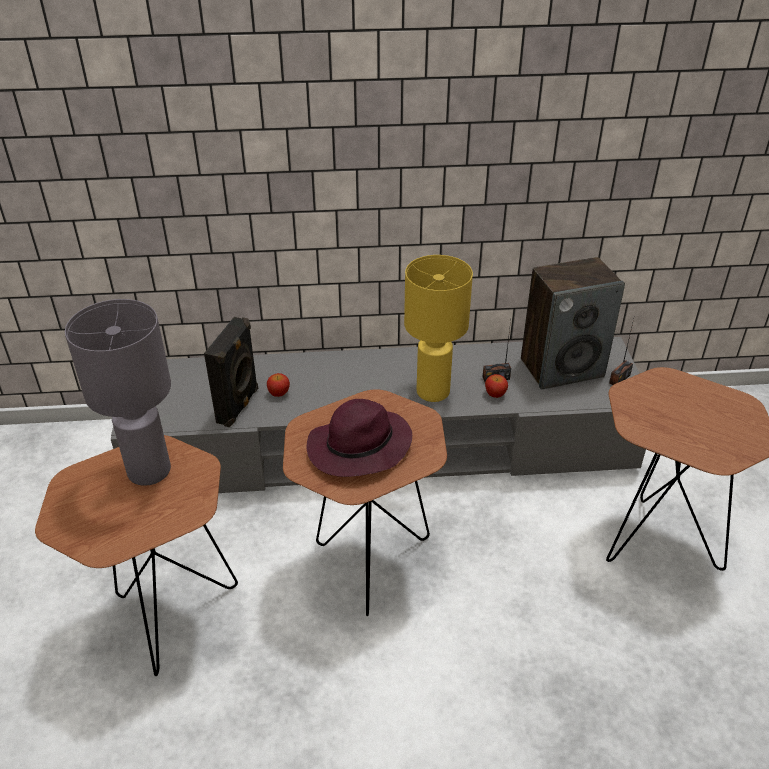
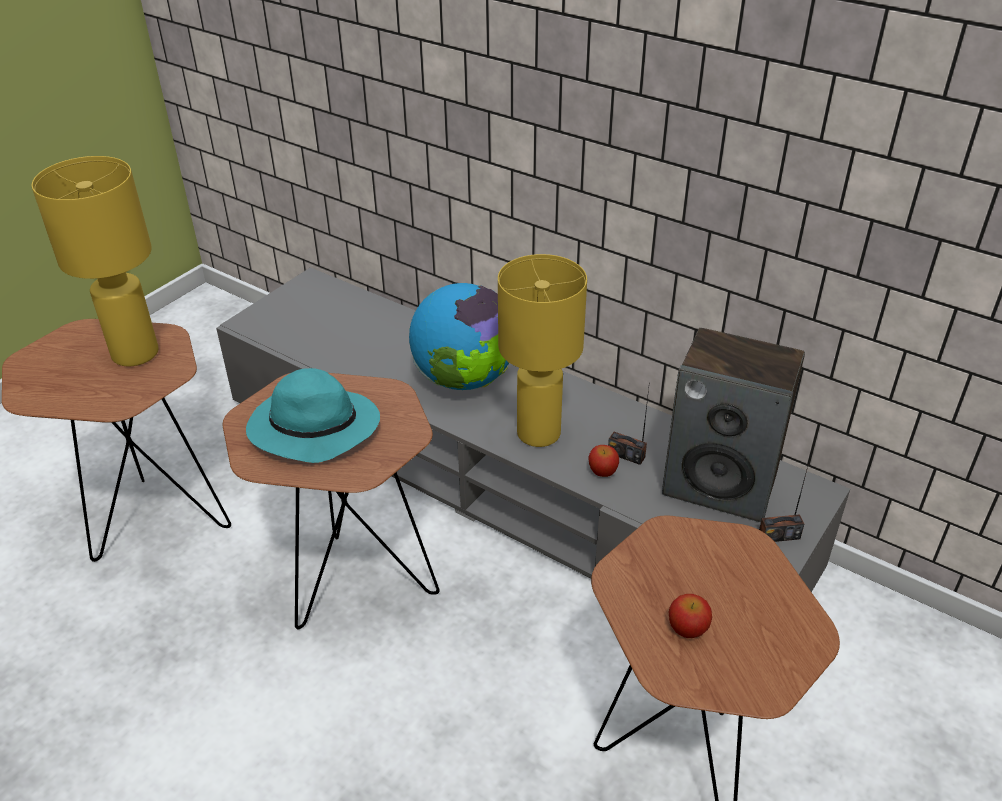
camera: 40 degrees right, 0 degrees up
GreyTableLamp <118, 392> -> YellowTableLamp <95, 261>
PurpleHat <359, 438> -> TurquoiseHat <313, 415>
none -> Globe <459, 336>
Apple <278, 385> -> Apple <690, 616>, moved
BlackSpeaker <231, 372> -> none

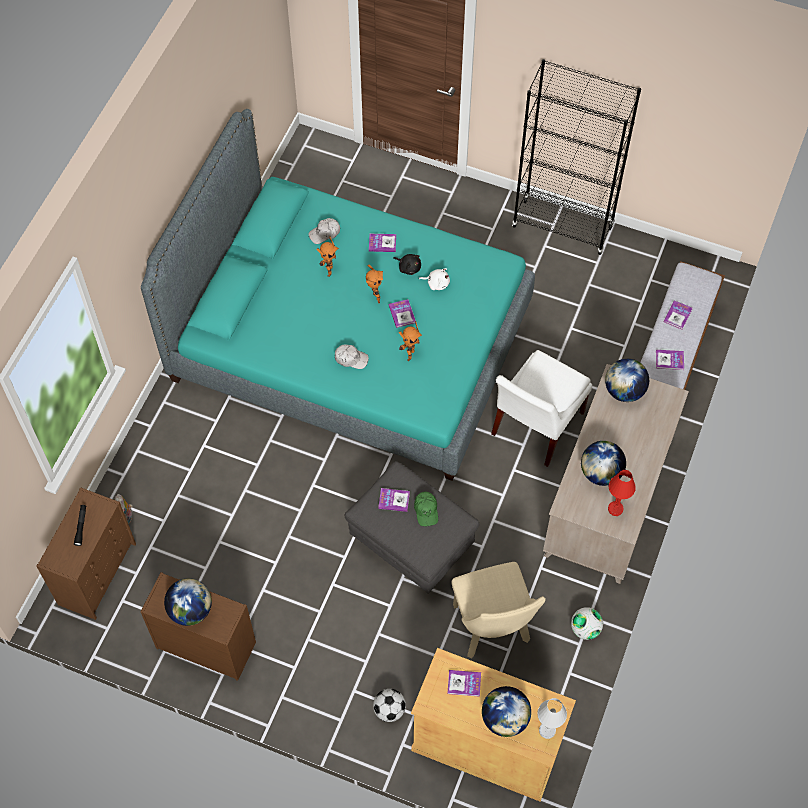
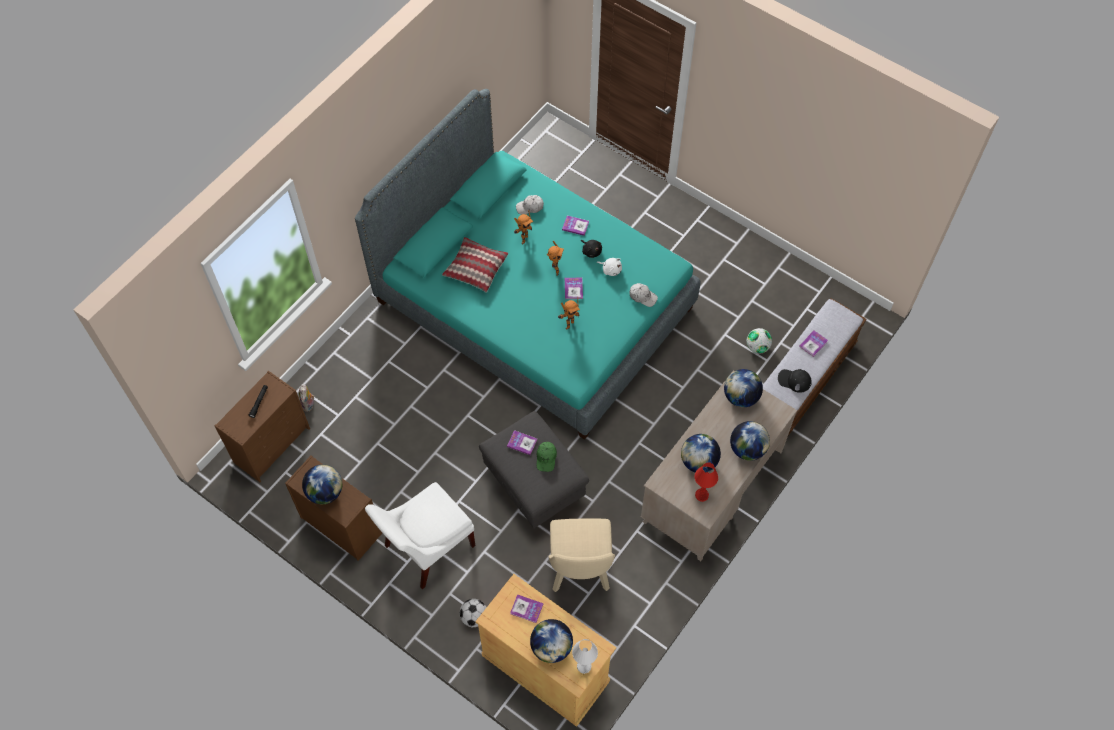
camera: 15 degrees right, 0 degrees up
WhiteChair <541, 408> -> WhiteChair <420, 535>, moved
none -> Pillow <475, 265>
WhiteCap <352, 356> -> WhiteCap <643, 295>, moved
none -> Globe <750, 441>
Football <587, 623> -> Football <759, 341>, moved
Book <670, 360> -> BlackCap <795, 381>
BlackBookcase <576, 157> -> none

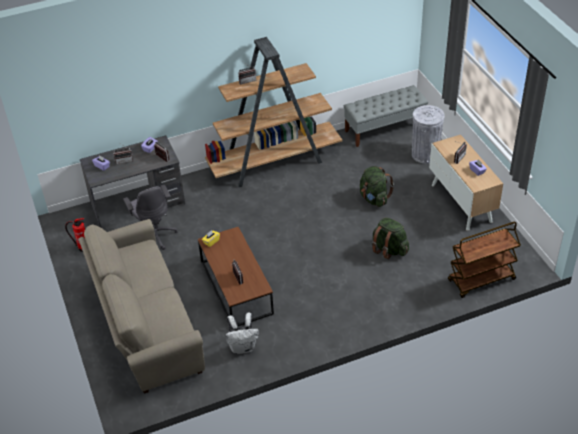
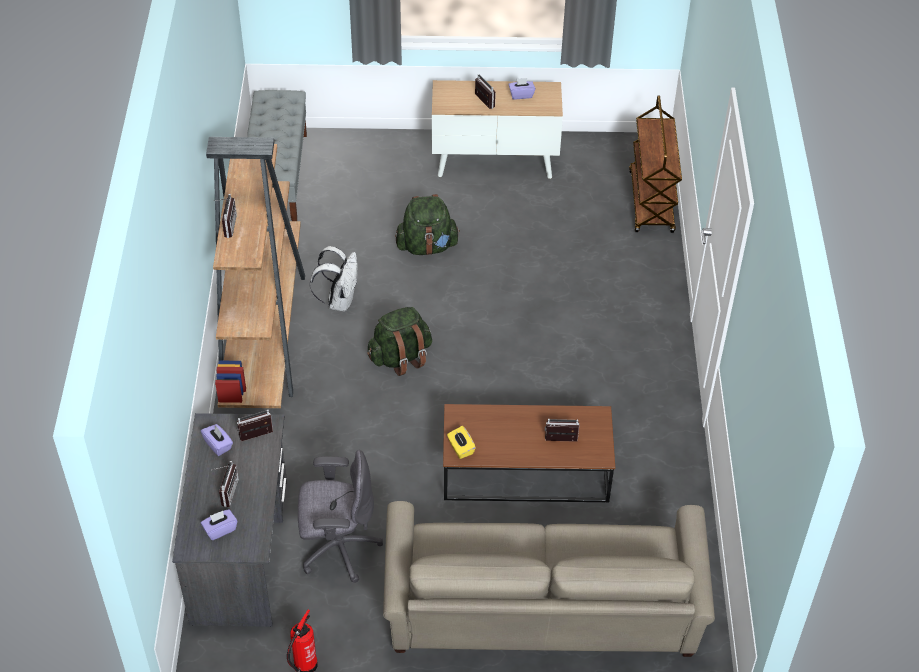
camera: 70 degrees left, 5 degrees up
WhiteBackpack <242, 333> -> WhiteBackpack <334, 279>, moved
GreenBackpack <390, 238> -> GreenBackpack <399, 341>, moved
GreyTrashCan <428, 134> -> none

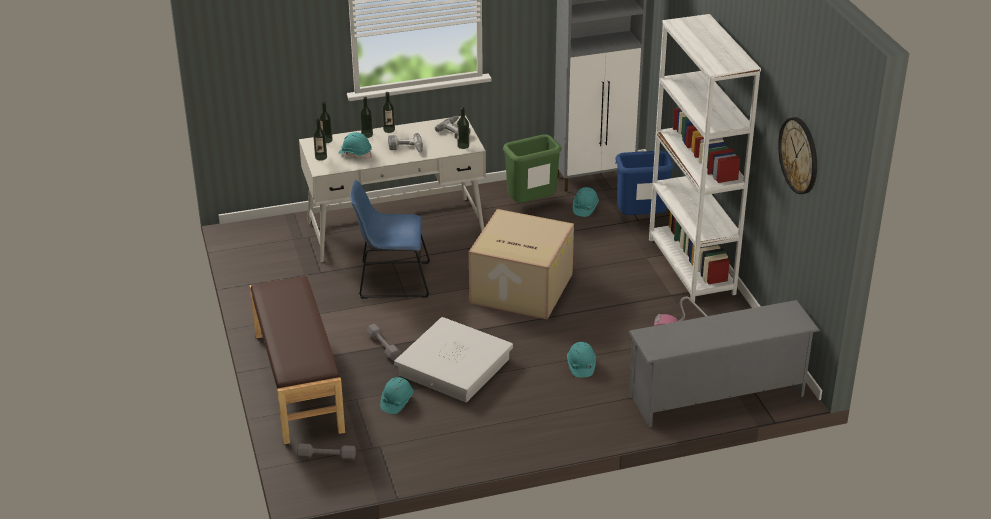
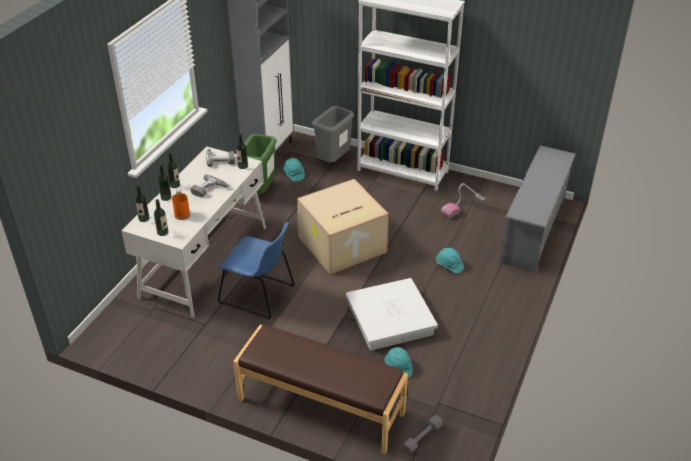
camera: 50 degrees left, 5 degrees up
TurquoiseHardHat <355, 145> -> OrangeBottle <181, 204>
BlueChair <390, 239> -> BlueChair <256, 271>, 105 degrees counterclockwise
BlueTrashCan <644, 183> -> GreyTrashCan <333, 134>
GreyDumbbell <383, 342> -> none
WallClock <797, 155> -> none

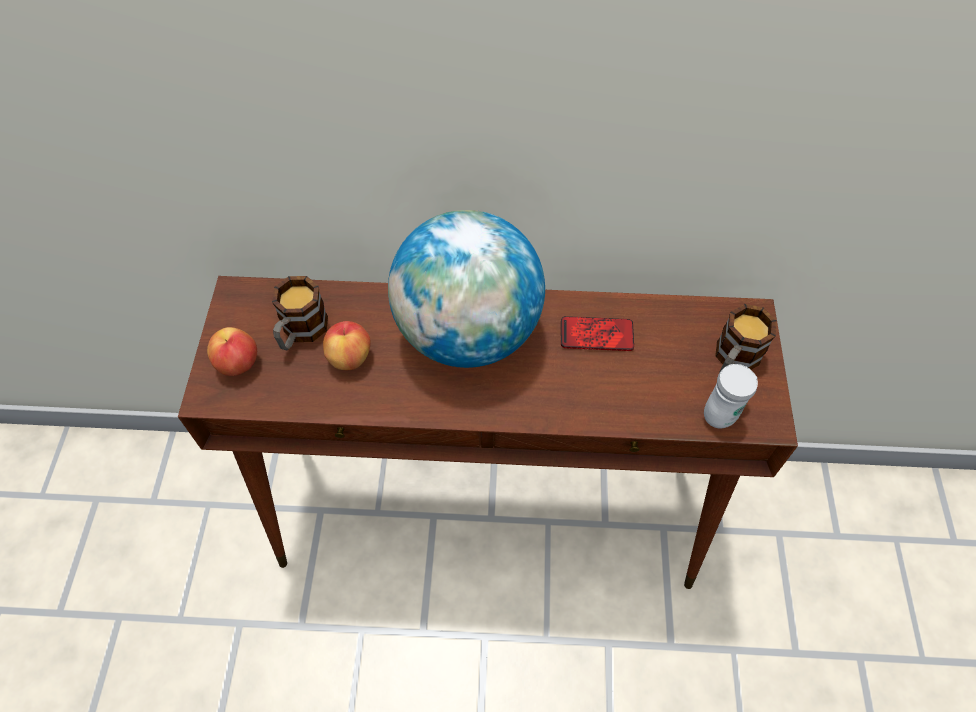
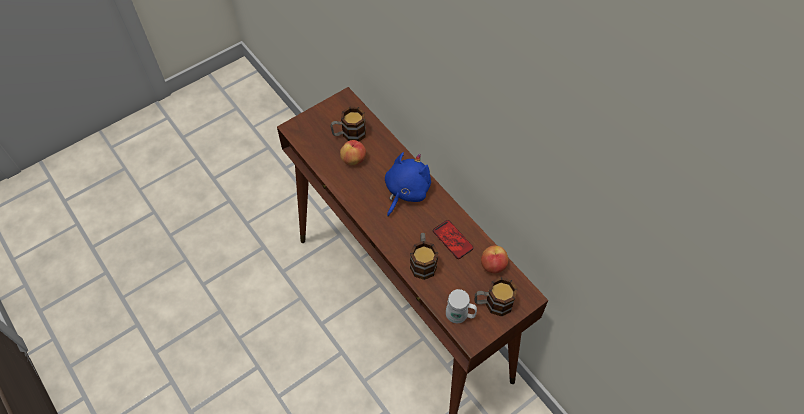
camera: 50 degrees right, 0 degrees up
Globe <466, 289> -> BluePlushToy <408, 184>
none -> Mug <424, 256>
Apple <232, 351> -> Apple <494, 260>, moved

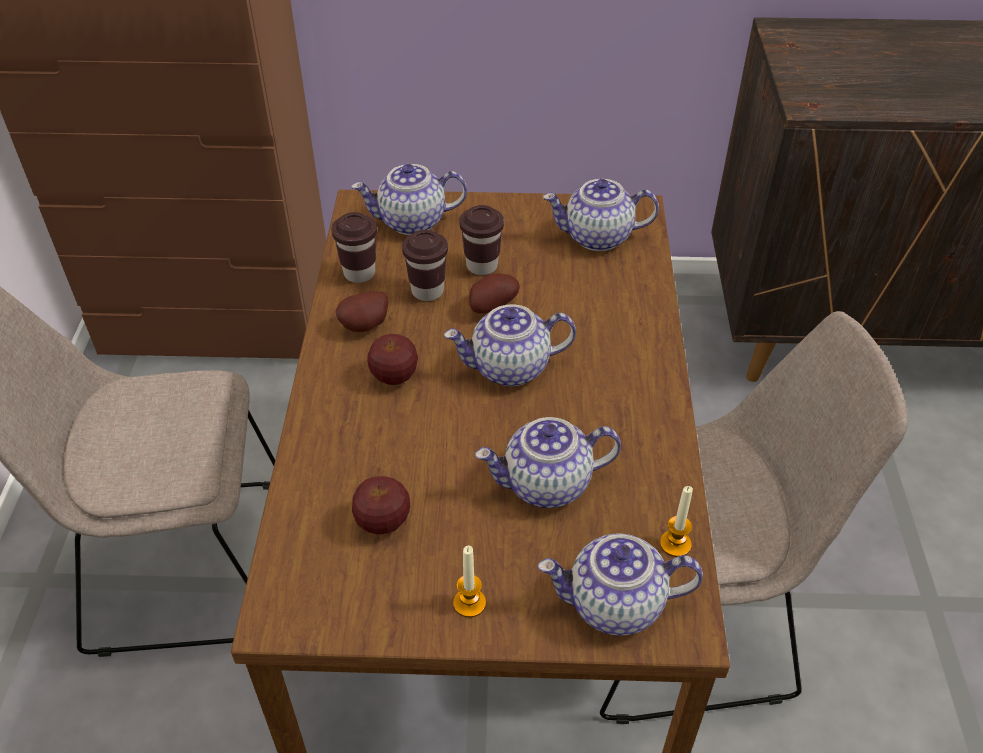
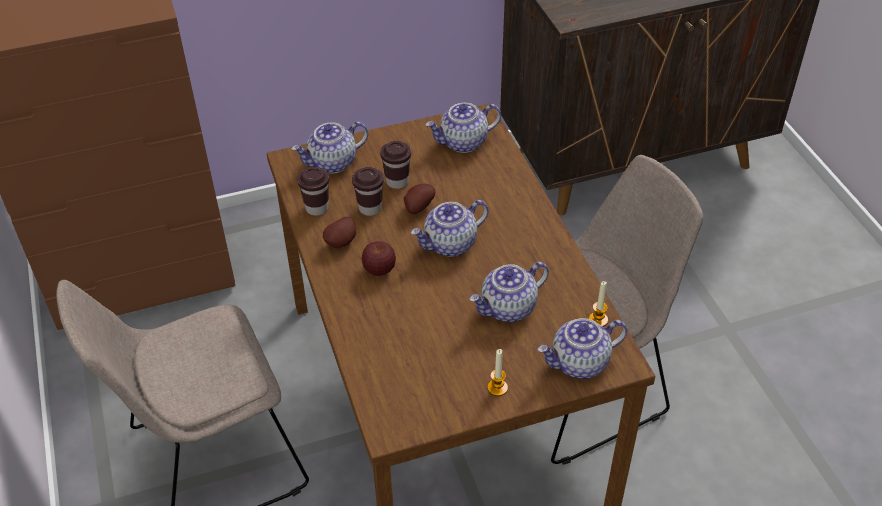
camera: 20 degrees left, 0 degrees up
Apple <381, 505> -> none

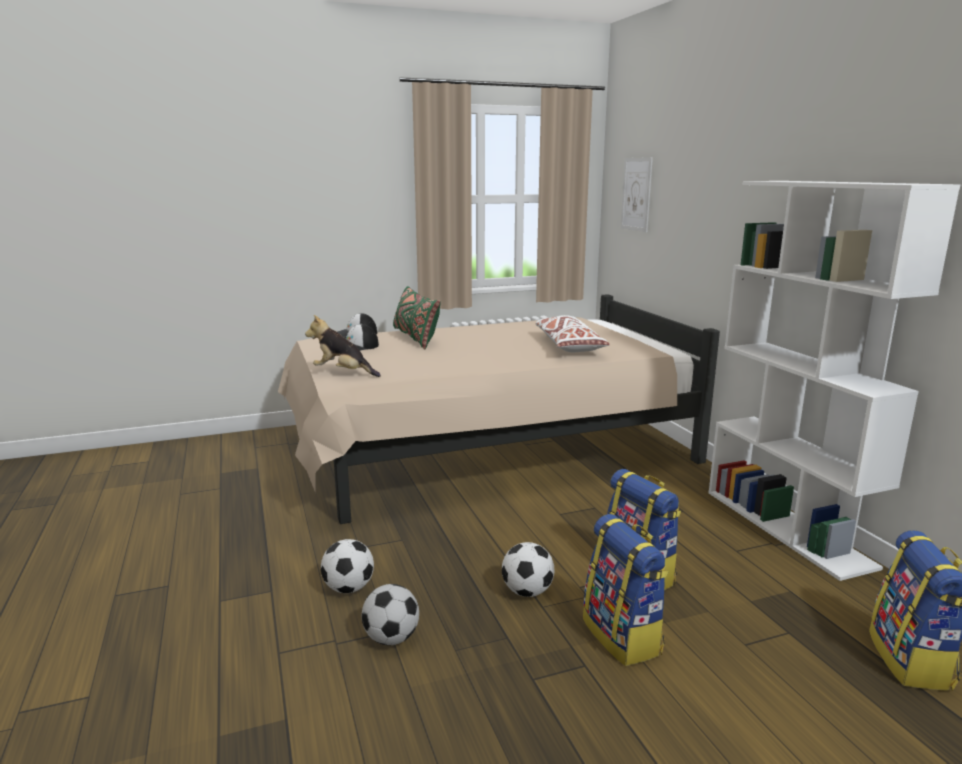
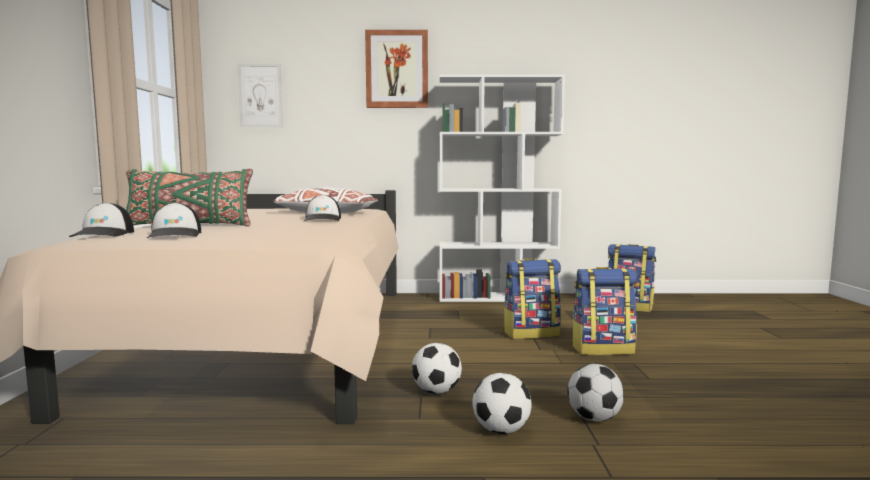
camera: 70 degrees left, 10 degrees down
none -> Cap <322, 208>
none -> Picture <396, 69>
Football <528, 569> -> Football <437, 368>, moved
PlushToy <343, 346> -> none

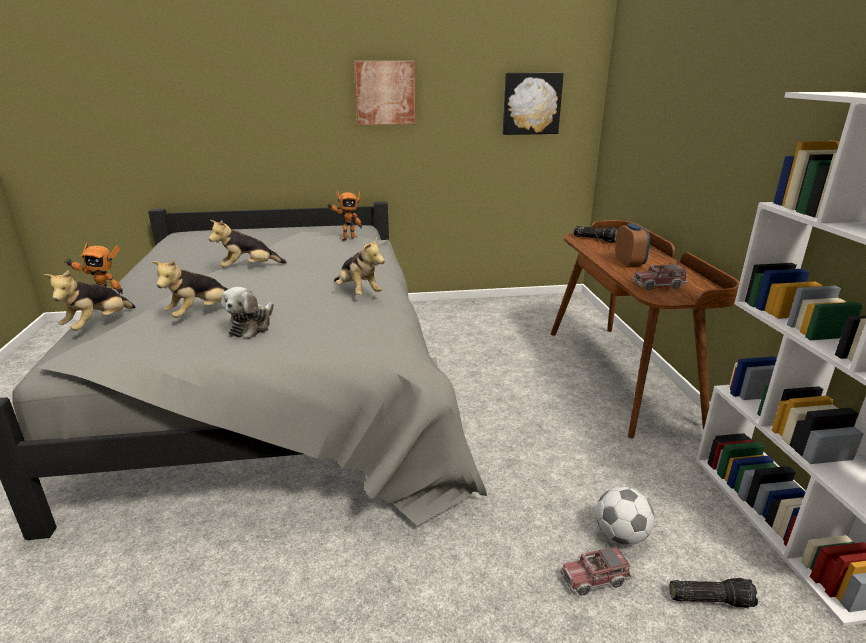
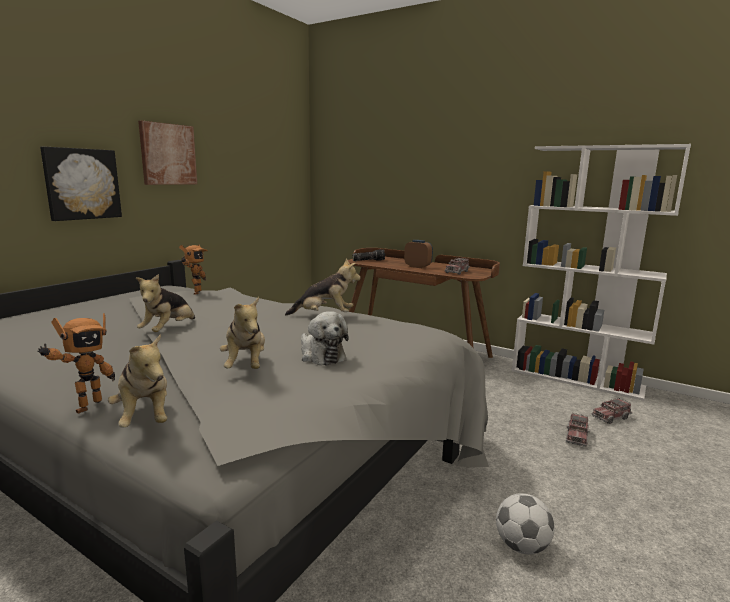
camera: 50 degrees left, 10 degrees down
Picture <533, 104> -> Picture <81, 184>, moved
Football <625, 516> -> Football <525, 523>, moved
Flashlight <714, 593> -> ToyTruck <612, 411>

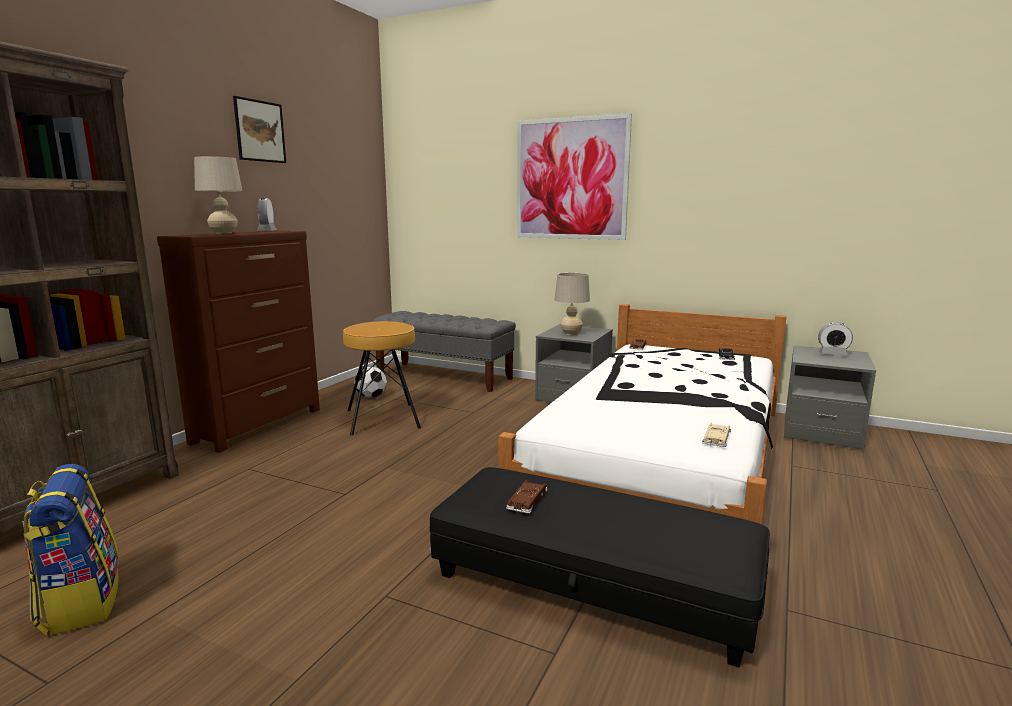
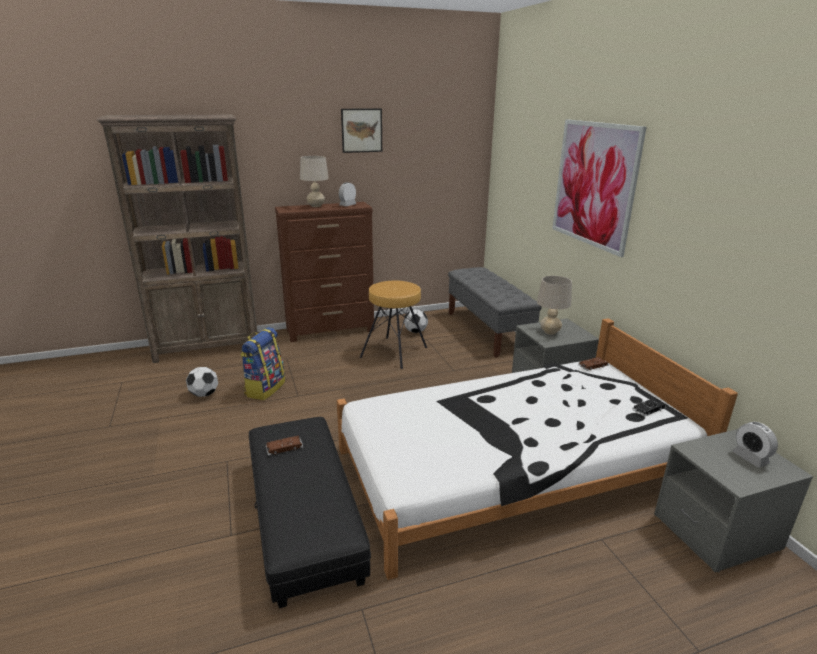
camera: 45 degrees right, 10 degrees up
none -> Football <202, 382>
Backpack <71, 550> -> Backpack <262, 363>, moved
BeigeToyCar <716, 434> -> none

